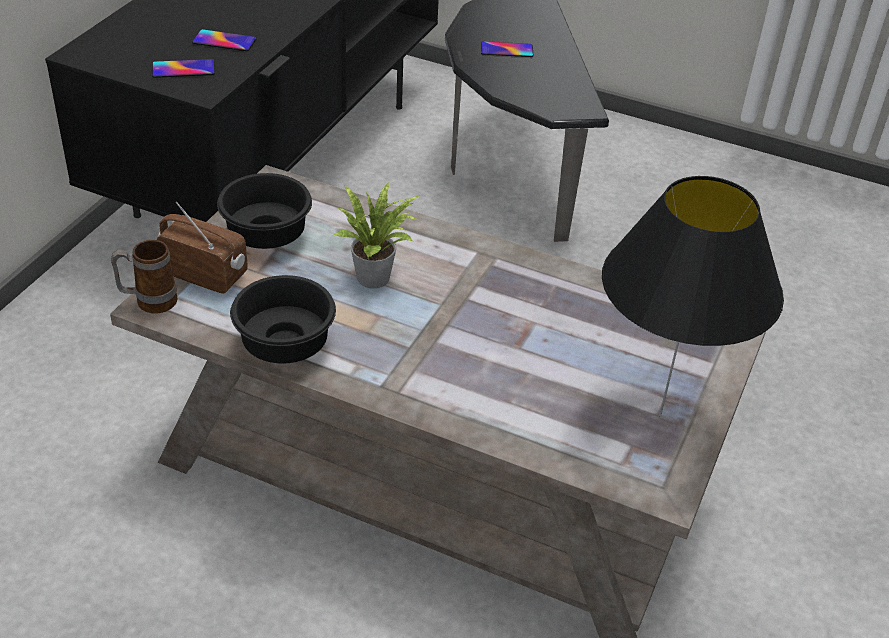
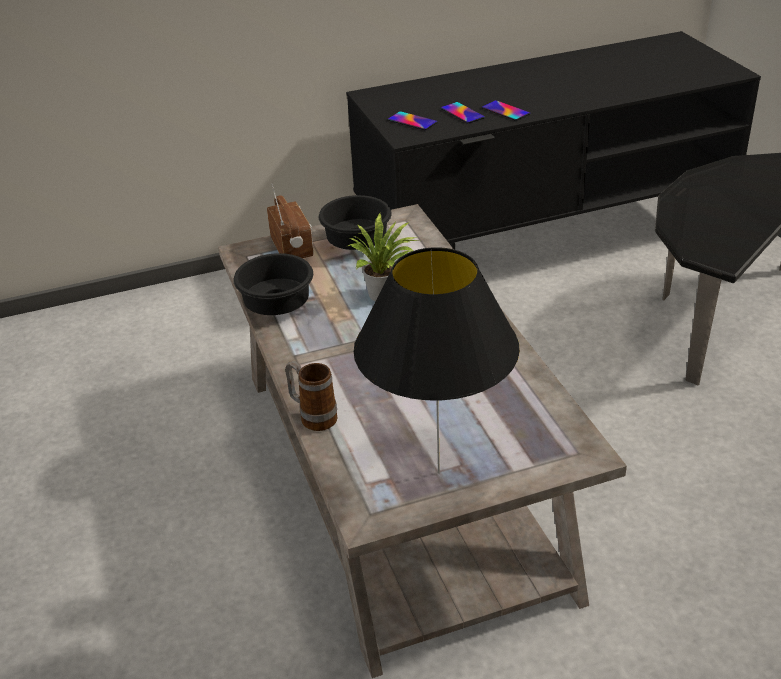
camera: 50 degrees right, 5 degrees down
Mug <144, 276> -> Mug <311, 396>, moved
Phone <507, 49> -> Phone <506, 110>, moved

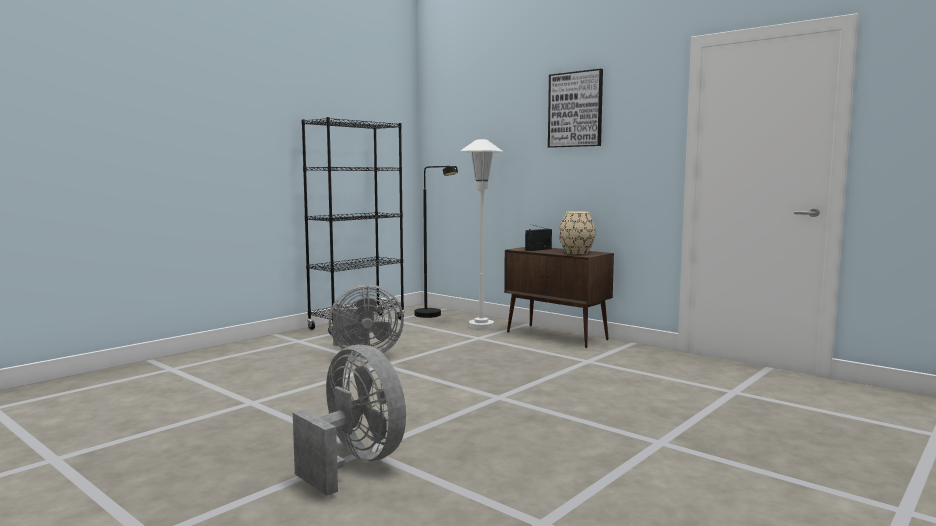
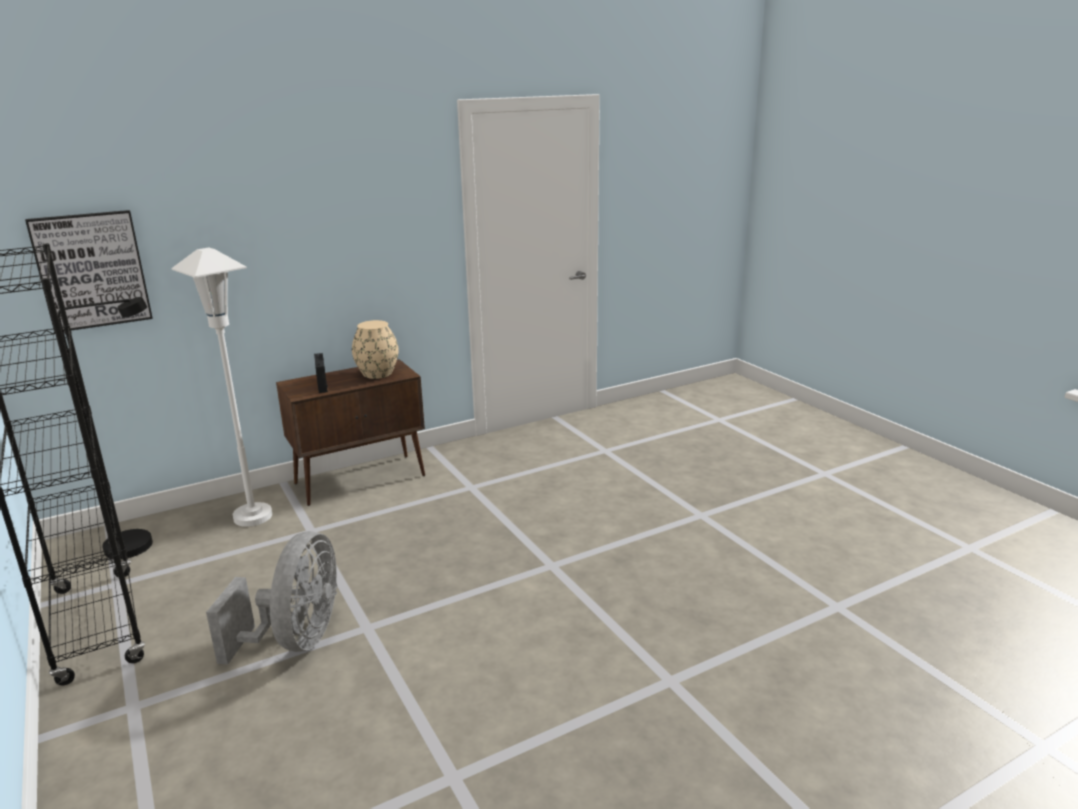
camera: 70 degrees left, 15 degrees up
Picture <575, 108> -> Picture <89, 271>, moved
GreyFan <349, 420> -> none

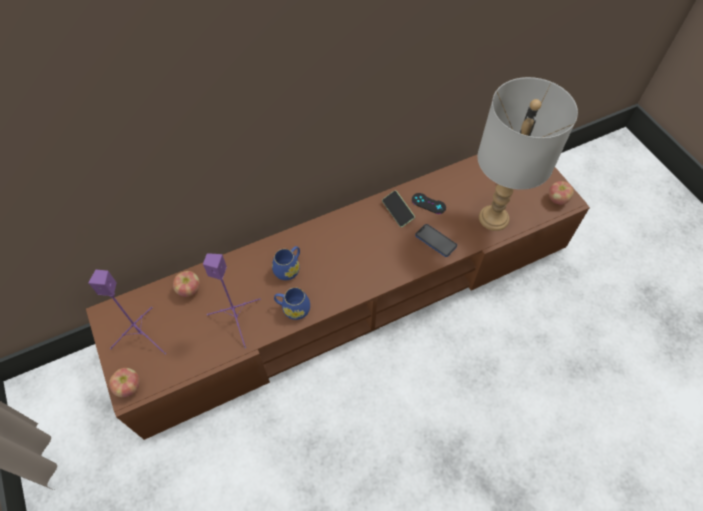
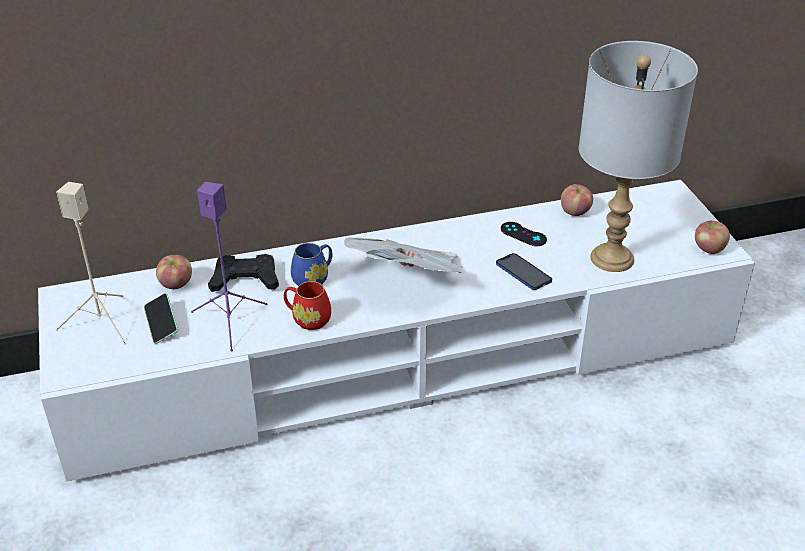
camera: 10 degrees right, 20 degrees down
BrownTvStand <338, 297> -> WhiteTvStand <396, 331>
PurpleSpeaker <127, 312> -> BeigeSpeaker <91, 263>
Phone <398, 208> -> Phone <161, 318>, moved
none -> BlackGameController <243, 273>
BlueMug <292, 303> -> RedMug <307, 305>
none -> Newspaper <403, 255>
Apple <124, 382> -> Apple <577, 200>, moved

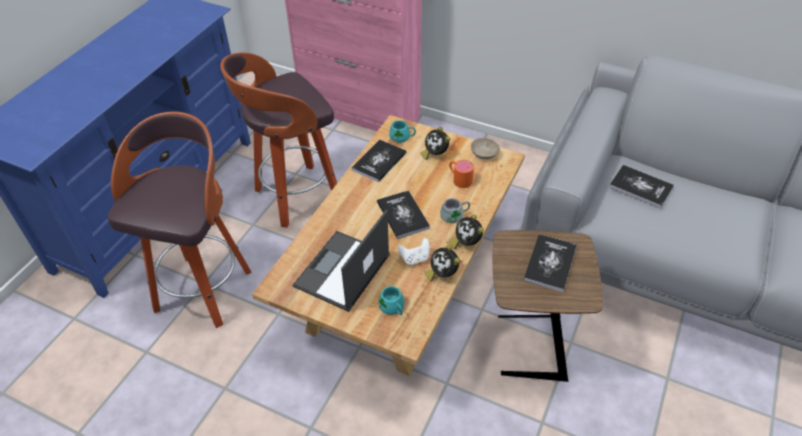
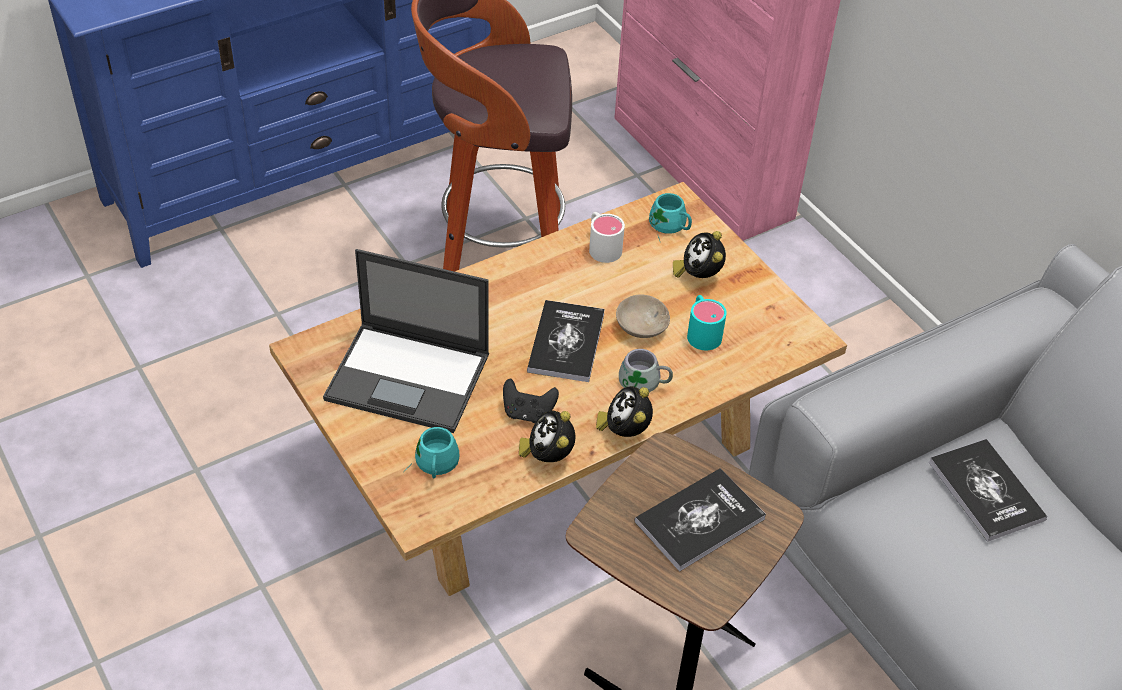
camera: 30 degrees right, 0 degrees up
Laptop <341, 261> -> Laptop <406, 341>, 135 degrees counterclockwise
WhiteGameController <414, 251> -> BlackGameController <531, 401>
Book <378, 160> -> WhiteMug <607, 237>
BeigeBowl <485, 148> -> BeigeBowl <643, 316>, moved
OrangeMug <461, 174> -> TurquoiseMug <707, 322>
Stool <180, 220> -> none

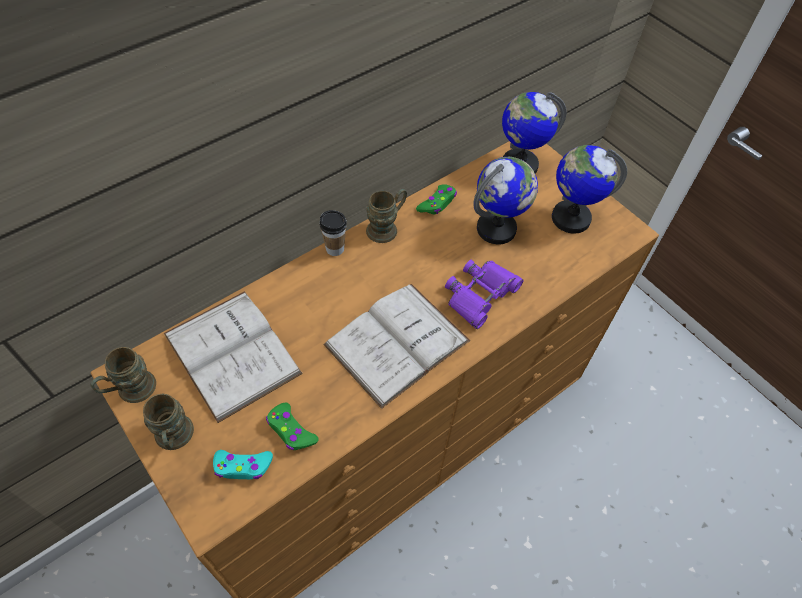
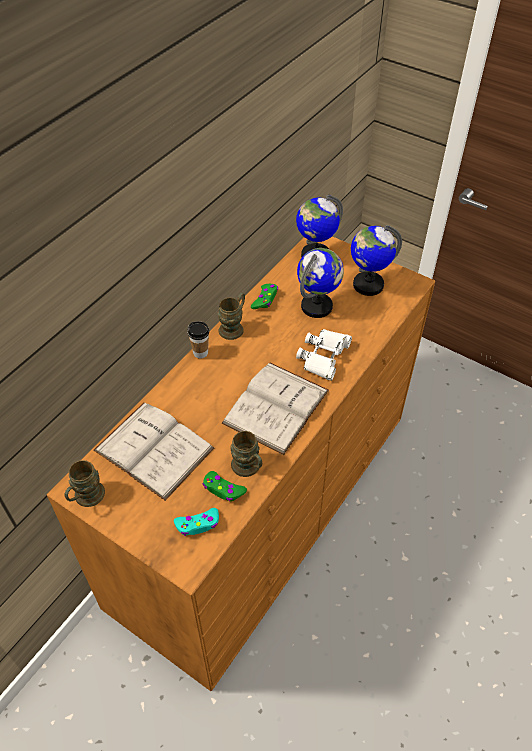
camera: 15 degrees left, 5 degrees down
BrownMug <168, 422> -> BrownMug <246, 454>, moved
PurpleBinoculars <484, 294> -> WhiteBinoculars <324, 355>

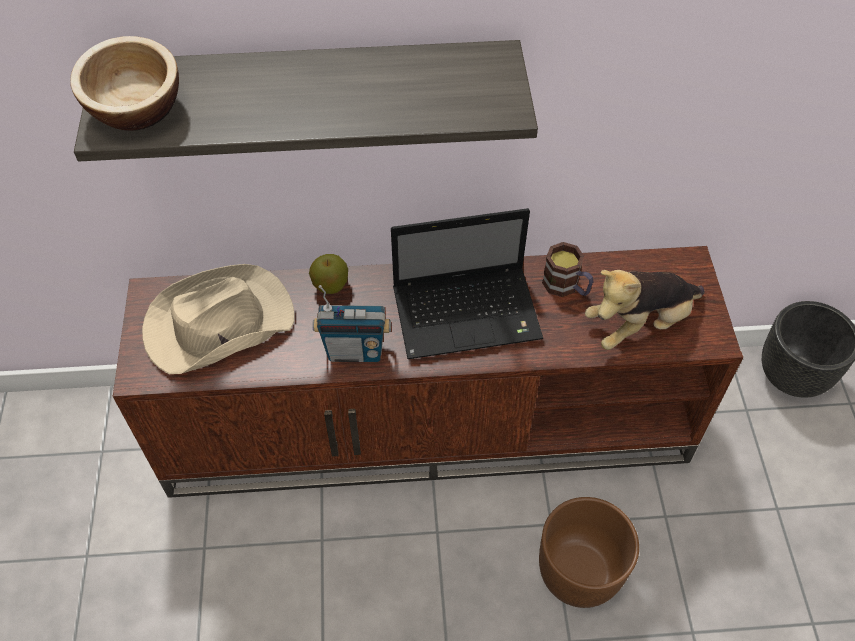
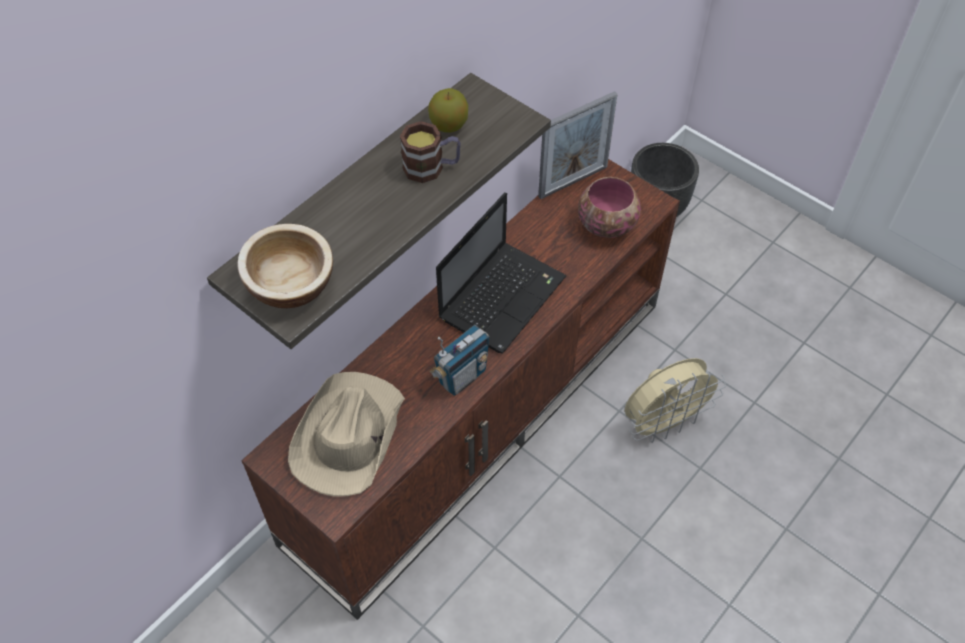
camera: 45 degrees left, 0 degrees up
Mug <568, 269> -> Mug <430, 152>, moved
Apple <328, 274> -> Apple <448, 110>, moved
none -> PictureFrame <577, 145>
PlushToy <644, 310> -> Bowl <609, 207>
BrownPlanter <589, 552> -> BeigeFan <675, 400>

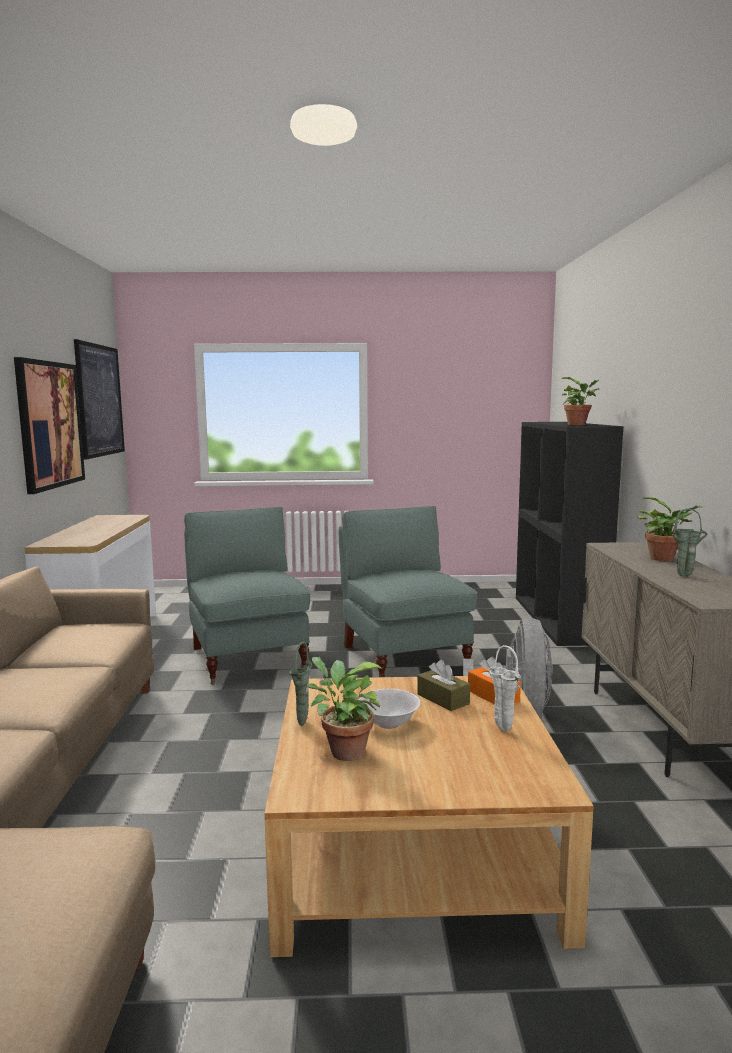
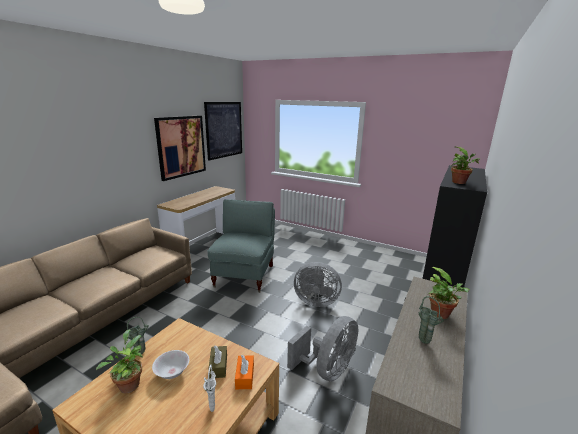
camera: 30 degrees right, 10 degrees up
GreyArmchair <408, 591> -> GreyFan <318, 284>

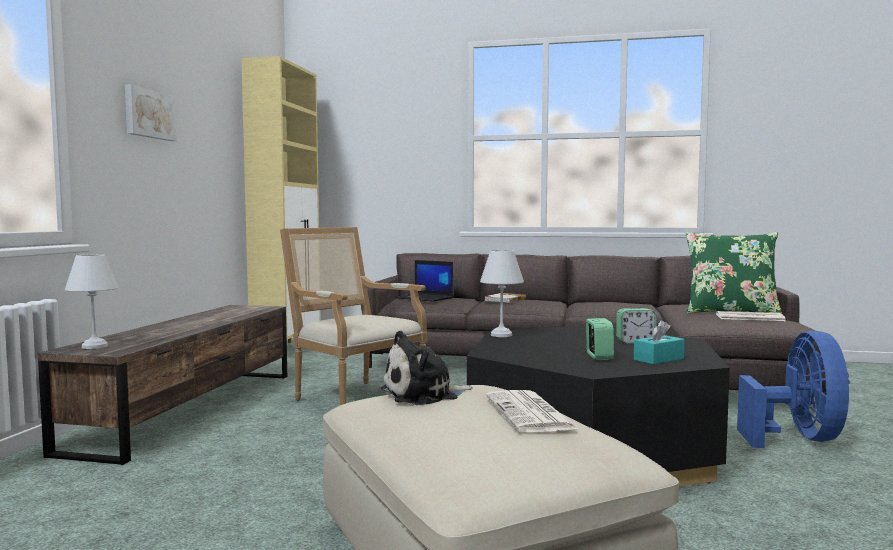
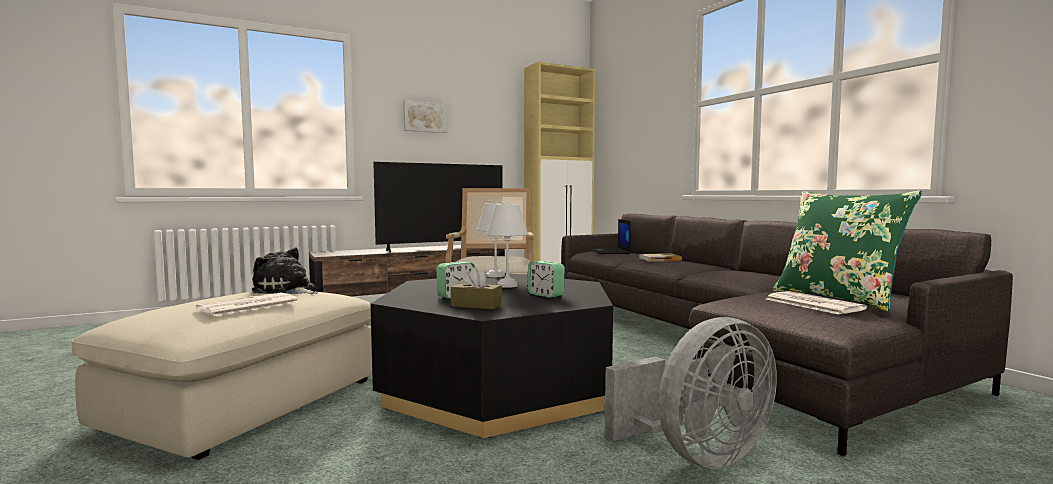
camera: 50 degrees right, 0 degrees up
none -> Television <438, 207>
TurquoiseTissueBox <659, 342> -> BrownTissueBox <476, 288>
WhiteTableLamp <91, 301> -> WhiteTableLamp <507, 246>, moved
BlueFan <793, 389> -> GreyFan <691, 393>

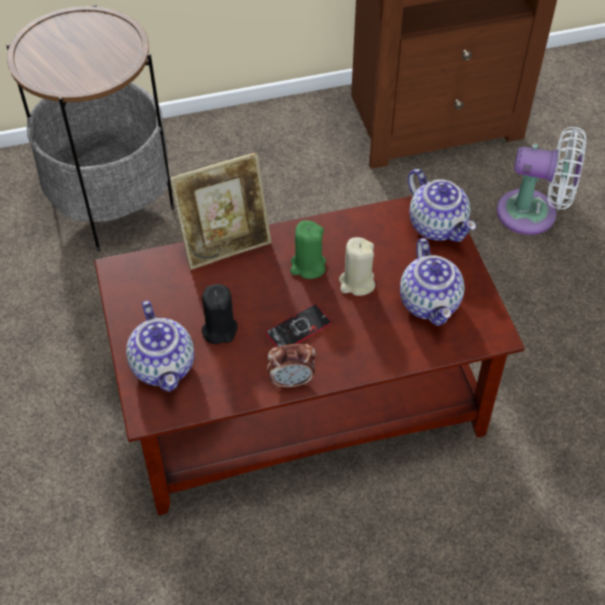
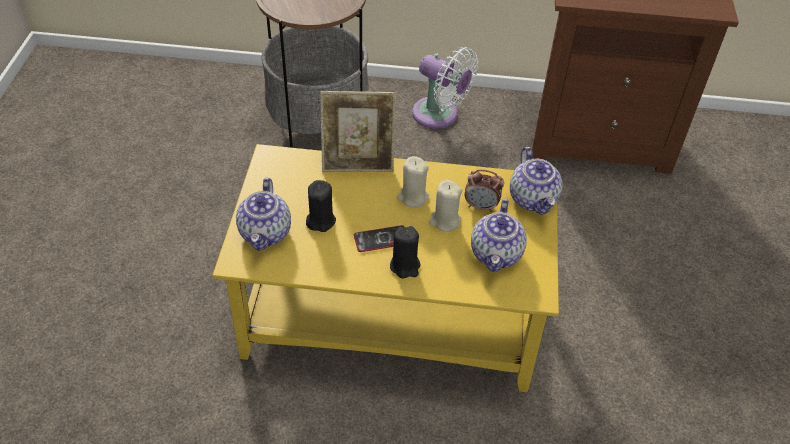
camera: 20 degrees right, 5 degrees down
BrownCoffeeTable <309, 355> -> YellowCoffeeTable <385, 268>
none -> BlackCandle <405, 252>
GreenCandle <308, 249> -> BeigeCandle <413, 181>
WhiteFan <541, 180> -> WhiteFan <445, 88>, moved
AlarmClock <291, 366> -> AlarmClock <484, 190>, moved

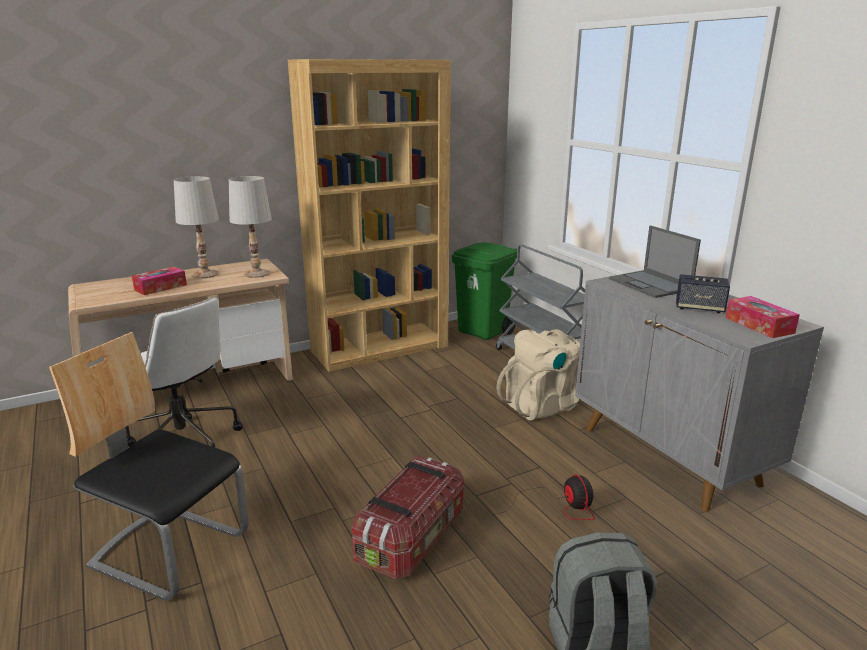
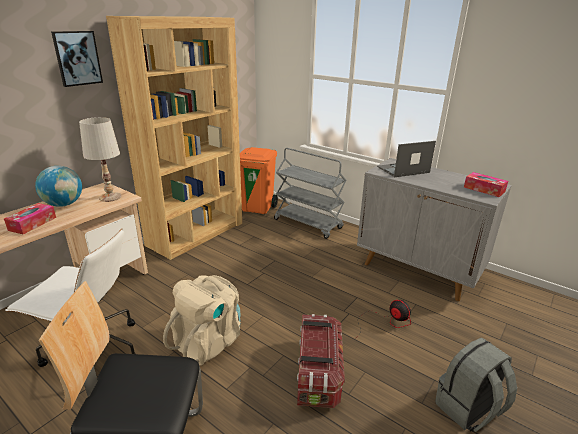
camera: 25 degrees left, 5 degrees up
WhiteTableLamp <196, 227> -> Globe <58, 186>
none -> Picture <77, 59>
BeigeBackpack <538, 374> -> BeigeBackpack <202, 320>, moved
GreenTrashCan <484, 291> -> OrangeTrashCan <259, 180>
Laptop <655, 261> -> Laptop <406, 159>, 120 degrees clockwise
Speaker <703, 293> -> none

